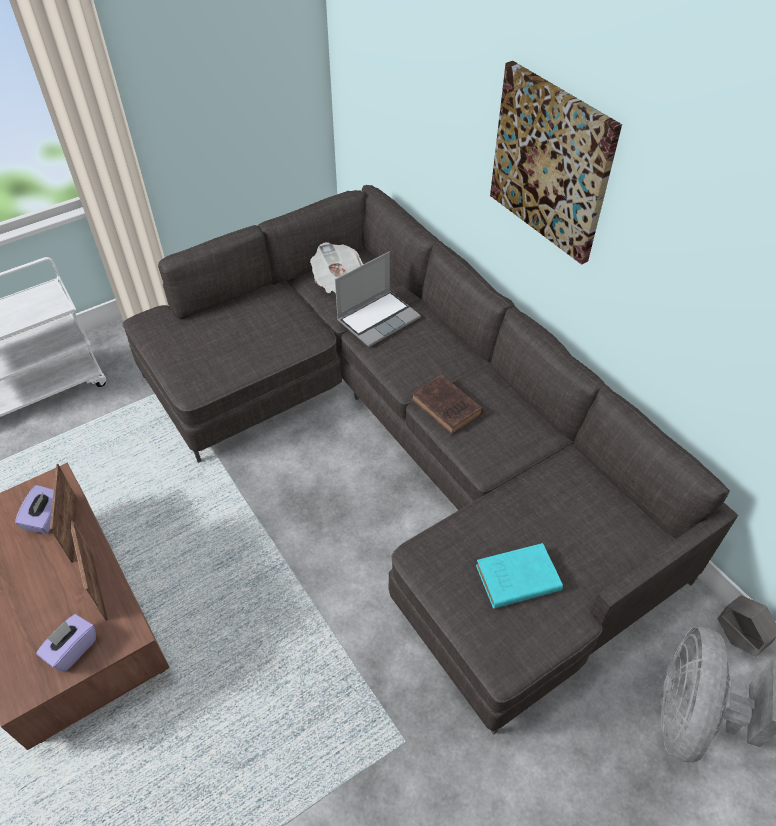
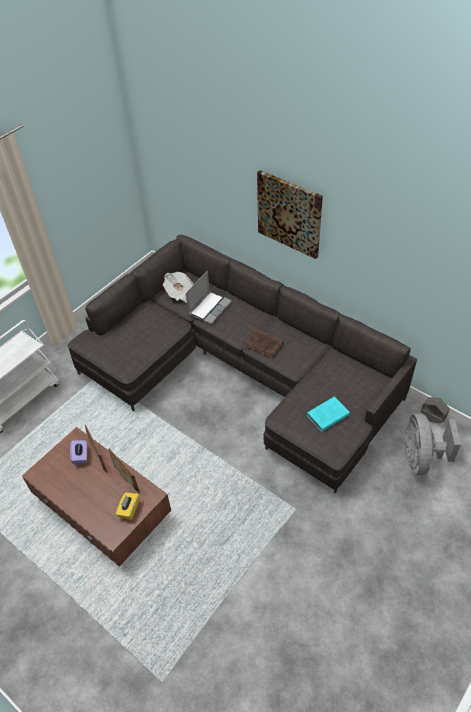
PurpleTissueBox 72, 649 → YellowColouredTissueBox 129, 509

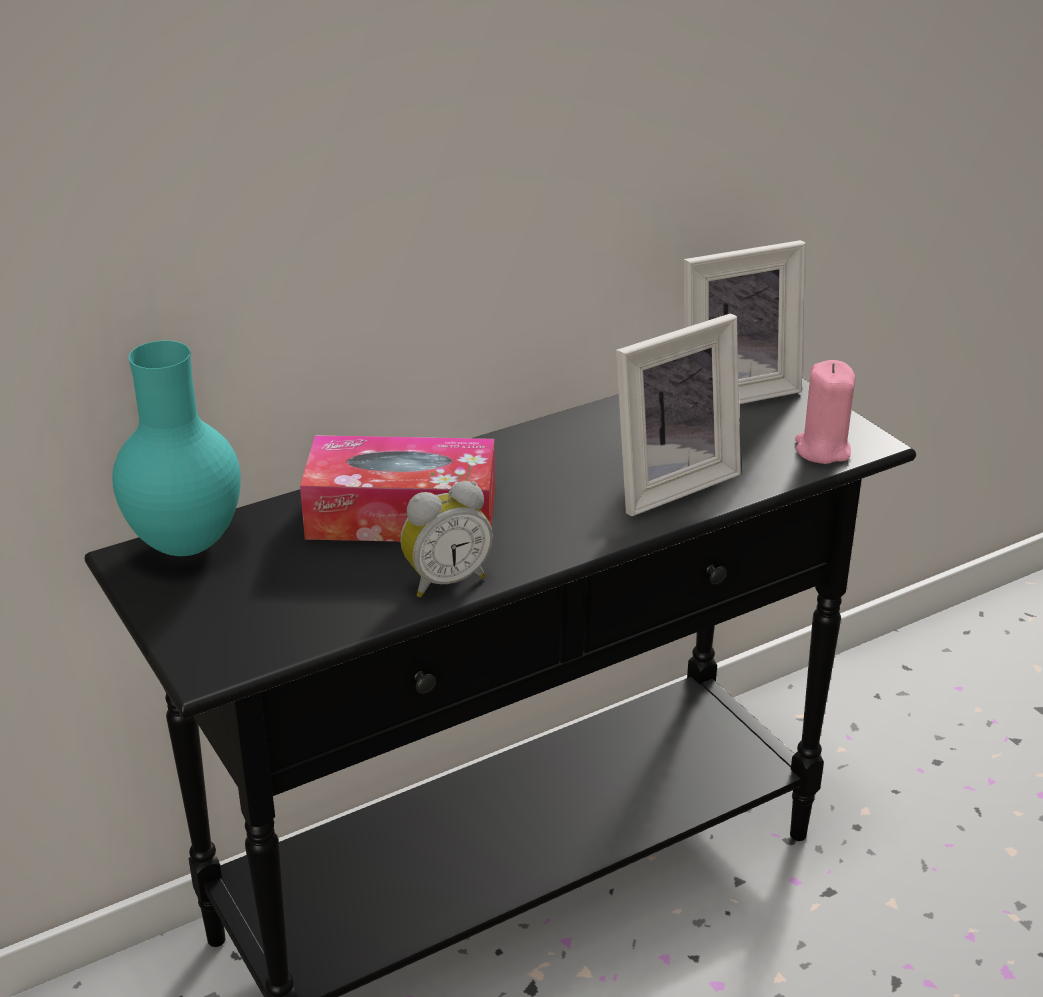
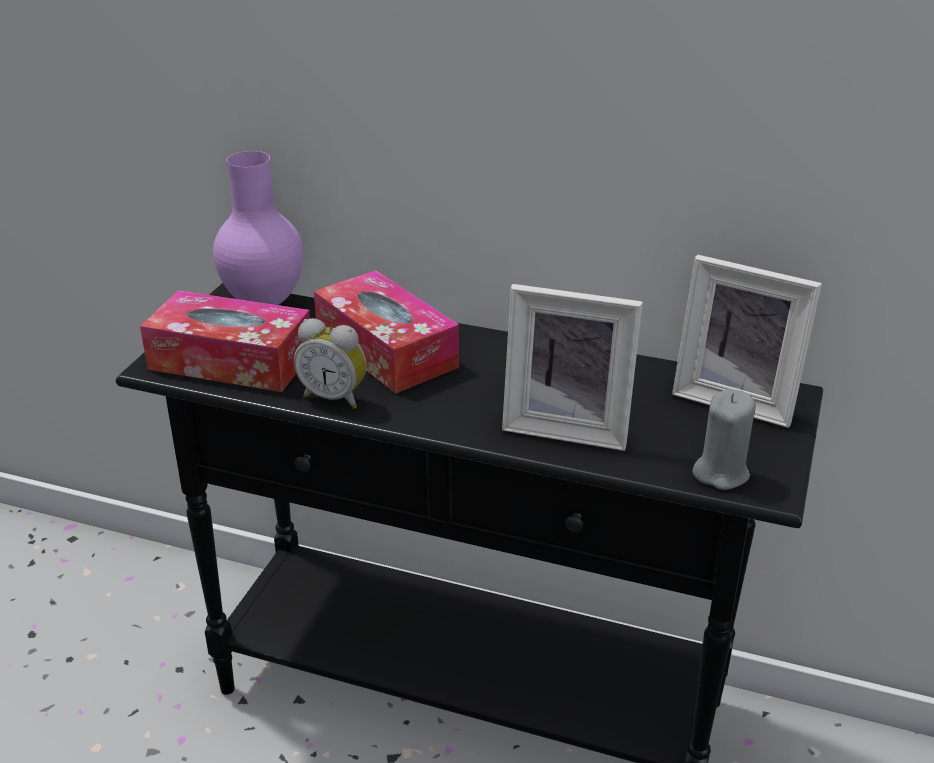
TurquoiseColouredVase 185, 544 → PurpleVase 264, 302
PinkColouredCandle 822, 450 → GreyishCandle 721, 473
- → TissueBox 231, 361

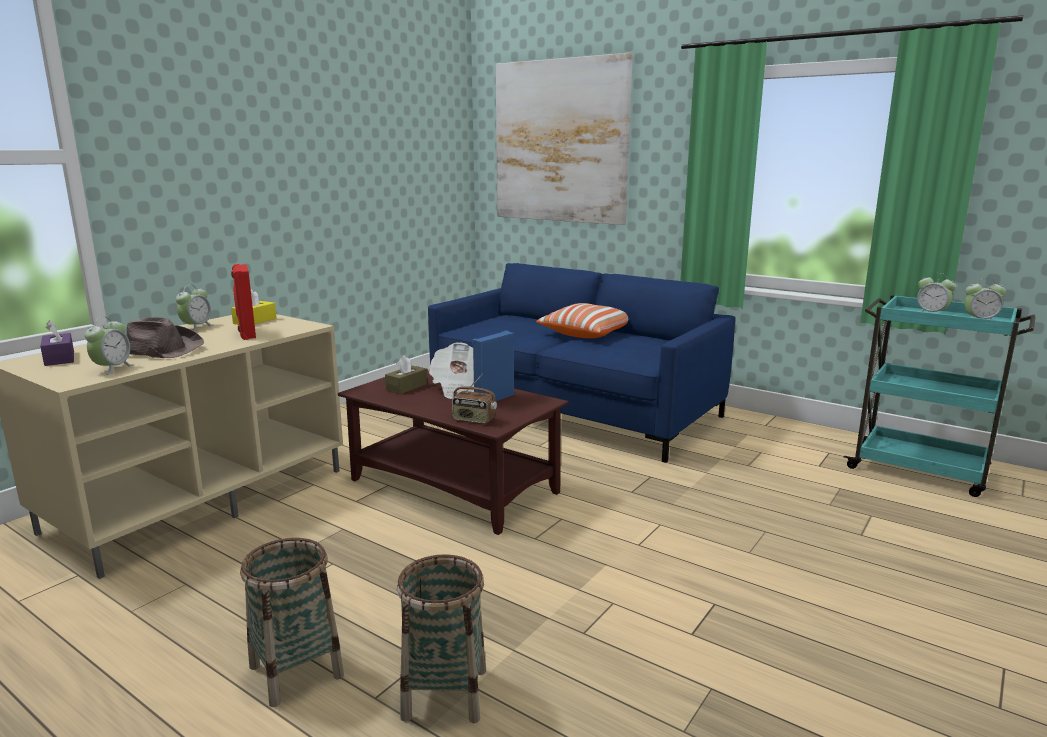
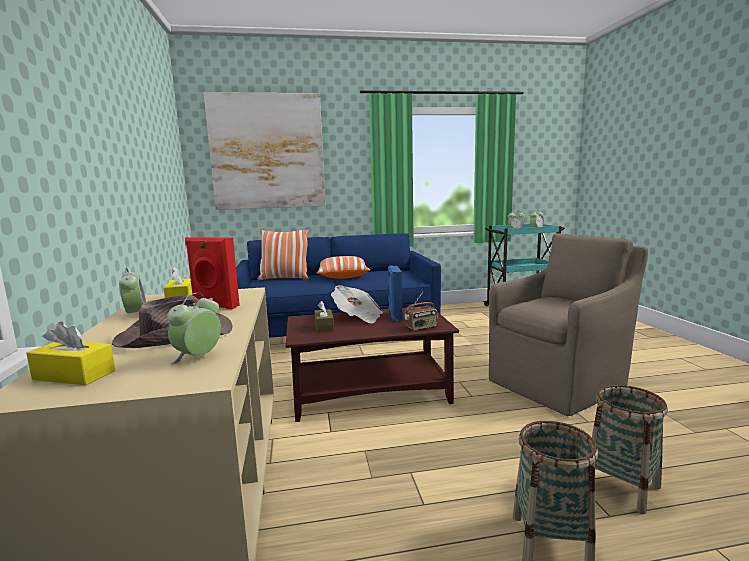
PurpleTissueBox 59, 358 → YellowColouredTissueBox 74, 375
BedsideClock 112, 369 → BedsideClock 198, 357, 120 degrees counterclockwise
- → ThrowPillow 284, 278
- → BrownishArmchair 559, 383

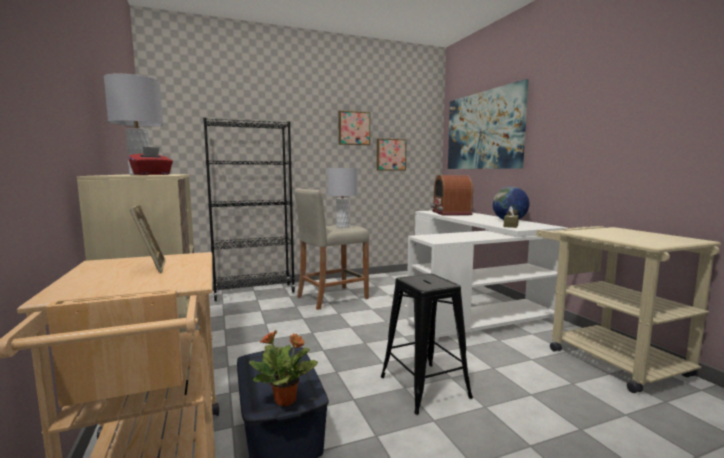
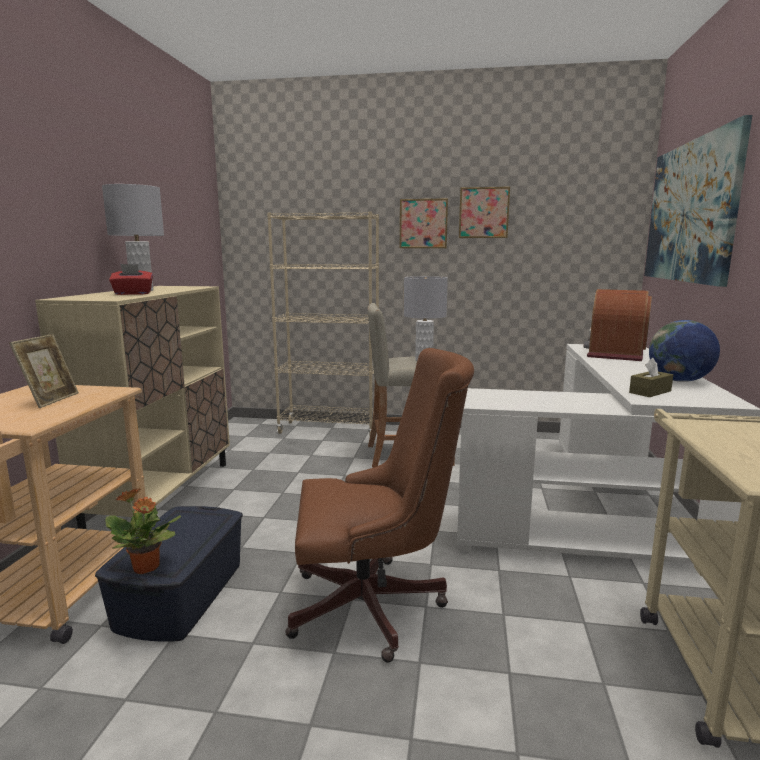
BlackishBookshelf 254, 292 → BeigeBookshelf 329, 430
Picture 390, 154 → Picture 423, 224, relocated
BlackishStoolSeat 424, 387 → BrownishDeskChair 376, 606

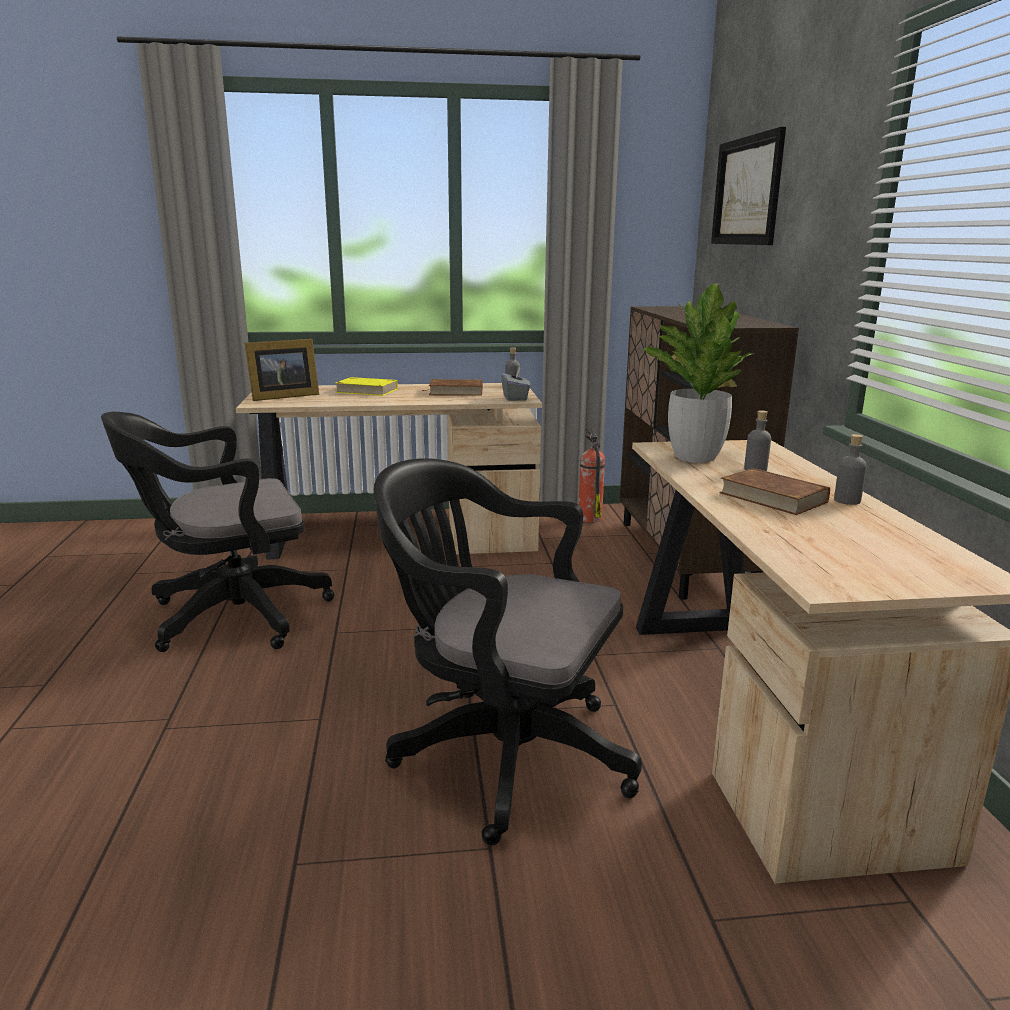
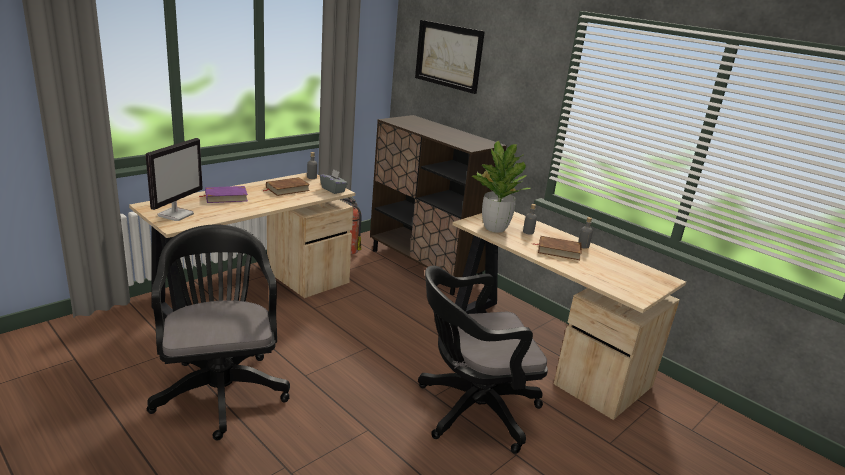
BlackishDeskChair 229, 616 → BlackishDeskChair 221, 389, 135 degrees clockwise
StandingFrame 281, 396 → ComputerDisplay 176, 214
YellowColouredVolume 366, 391 → PurpleVolume 226, 197

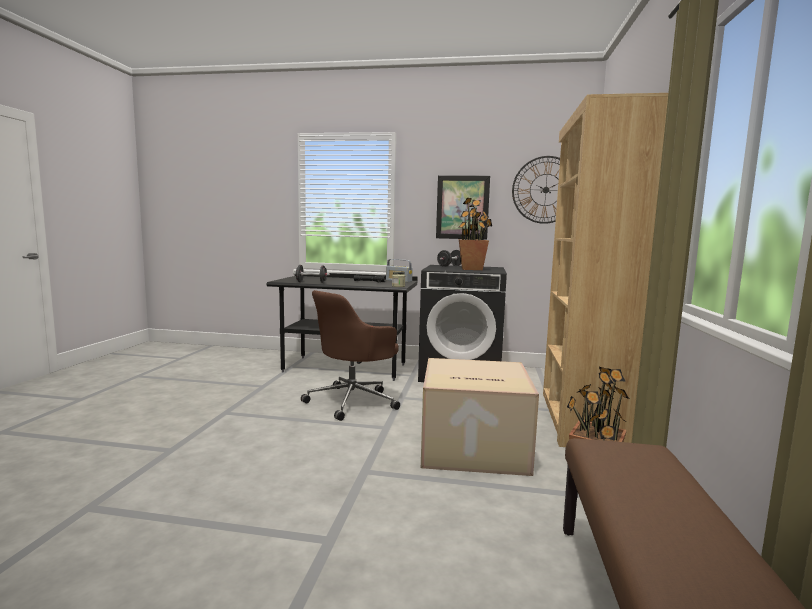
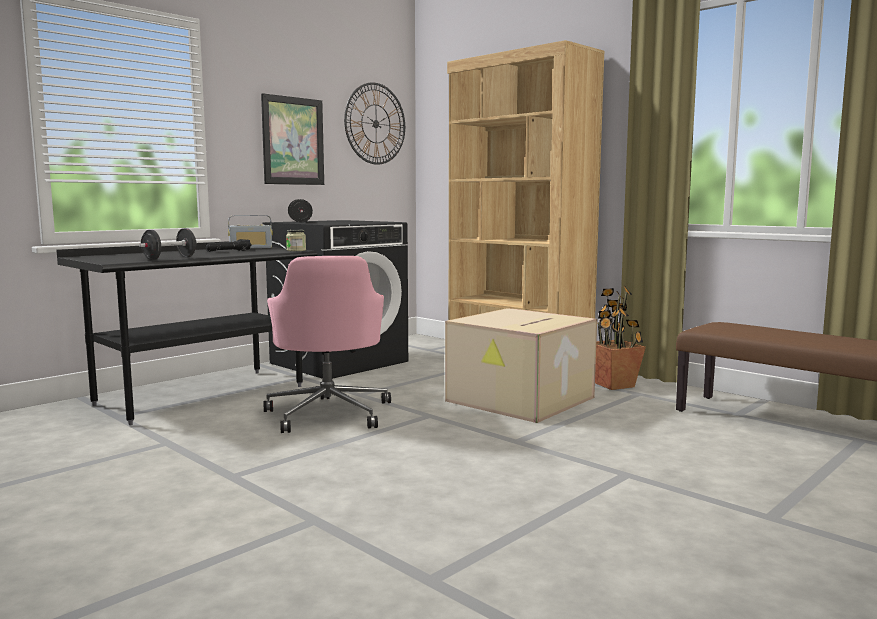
BrownishDeskChair 353, 401 → PinkColouredDeskChair 329, 413
Houseplant 472, 269 → -

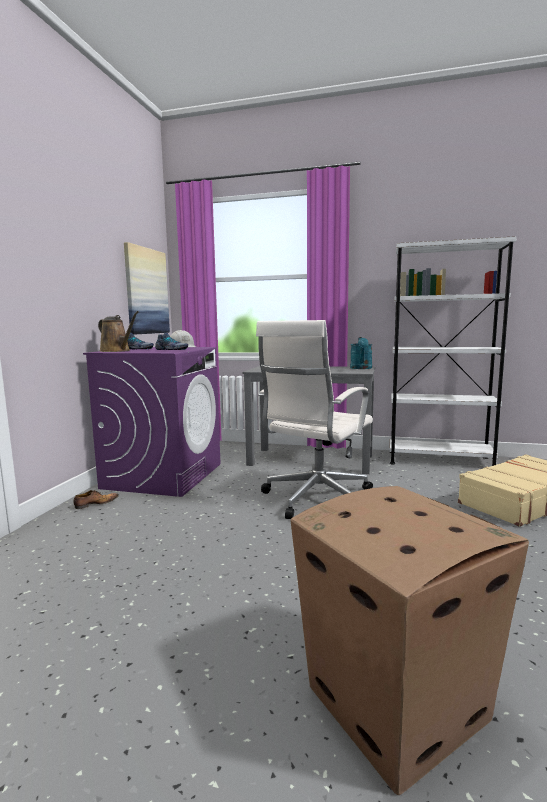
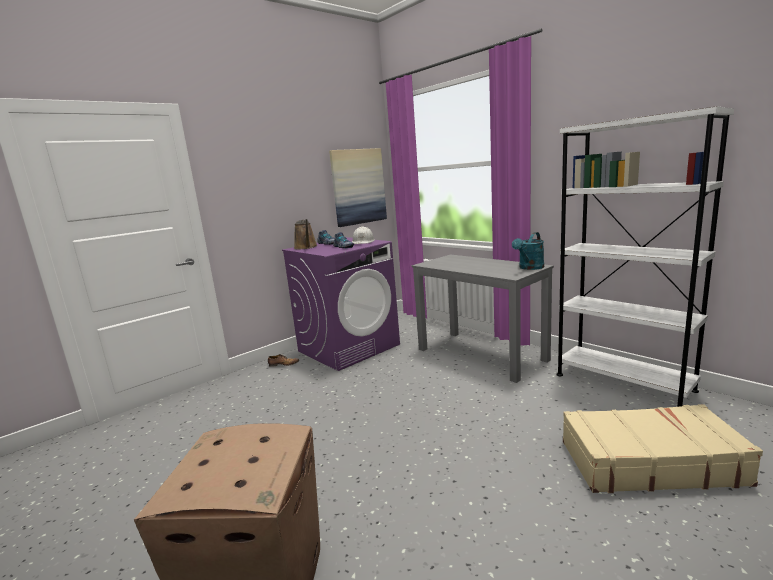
WhiteColouredDeskChair 316, 499 → -

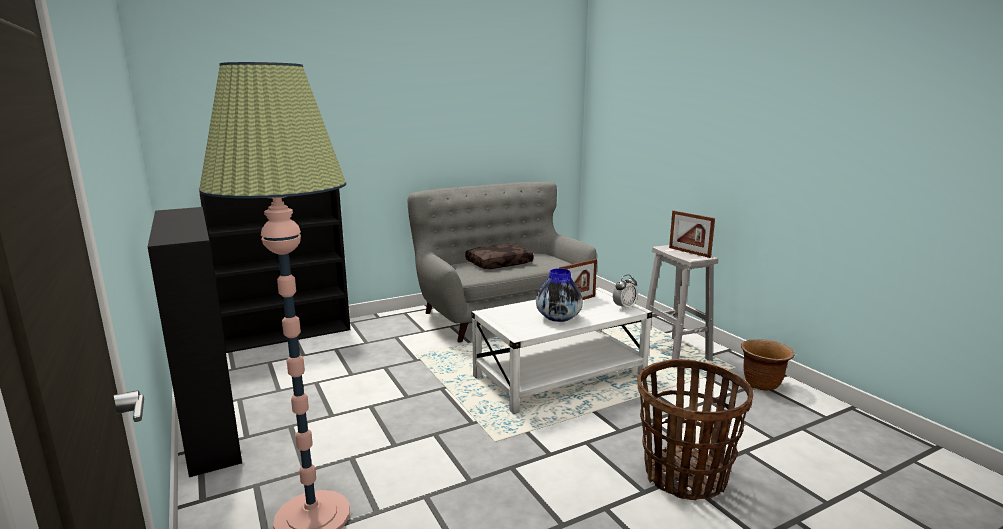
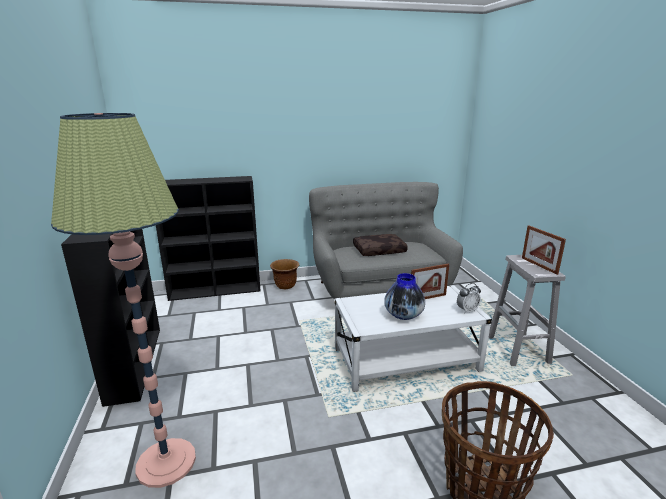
BrownishFlowerPot 762, 384 → BrownishFlowerPot 285, 286, relocated

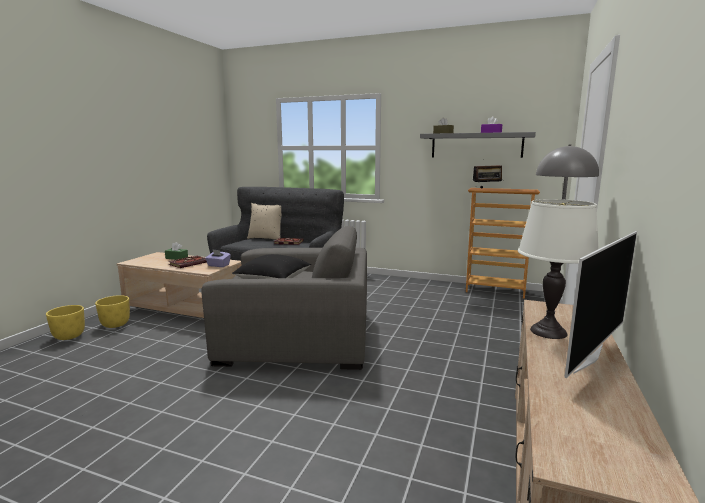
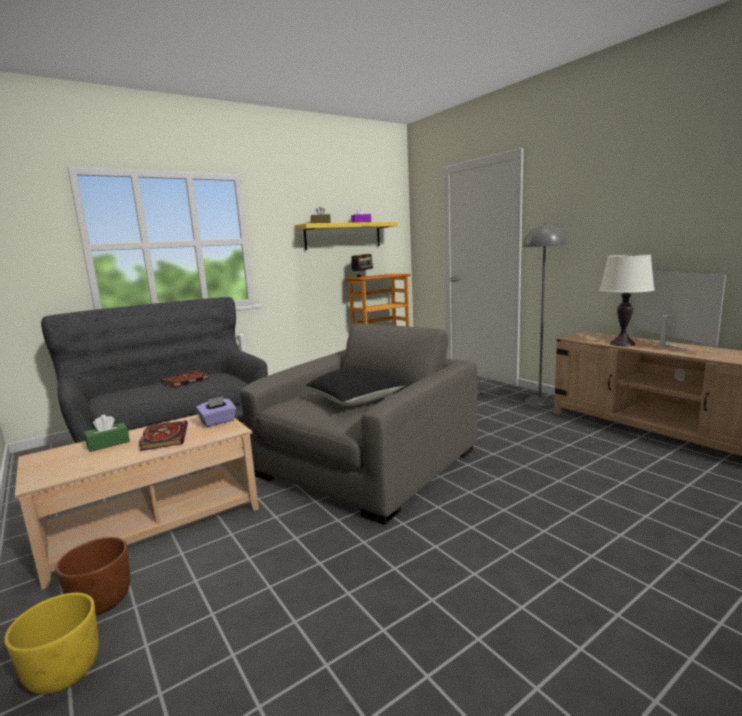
YellowColouredFlowerPot 115, 325 → BrownishFlowerPot 101, 603
BeigeThrowPillow 266, 238 → -
GreyishWallShelf 476, 145 → YellowColouredWallShelf 343, 236

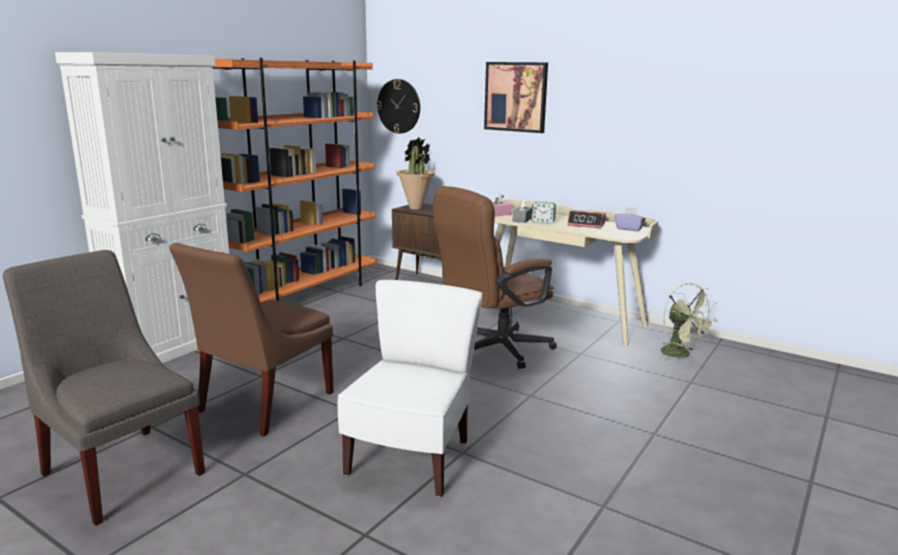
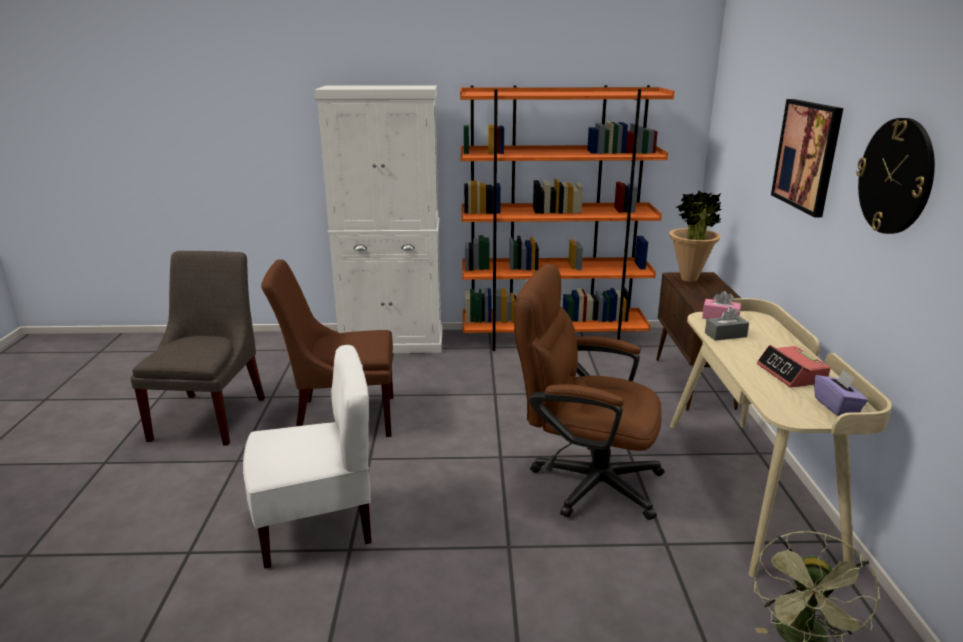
WallClock 399, 106 → WallClock 896, 176, relocated
BedsideClock 543, 222 → -

